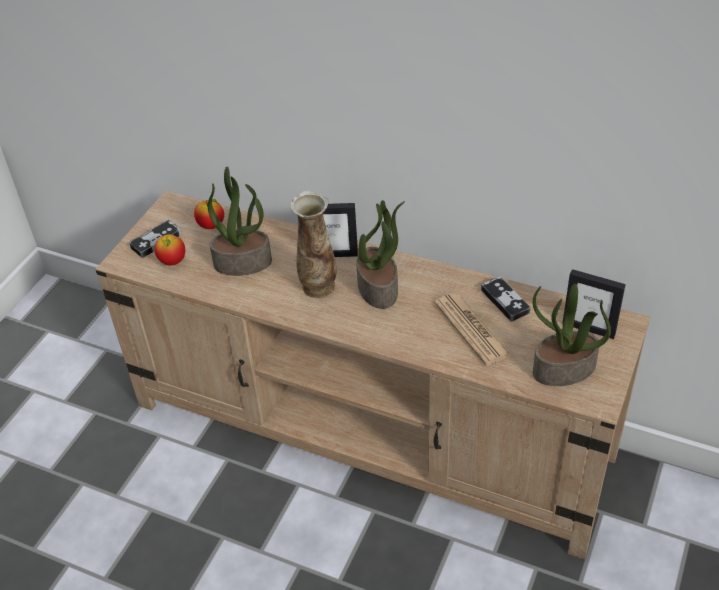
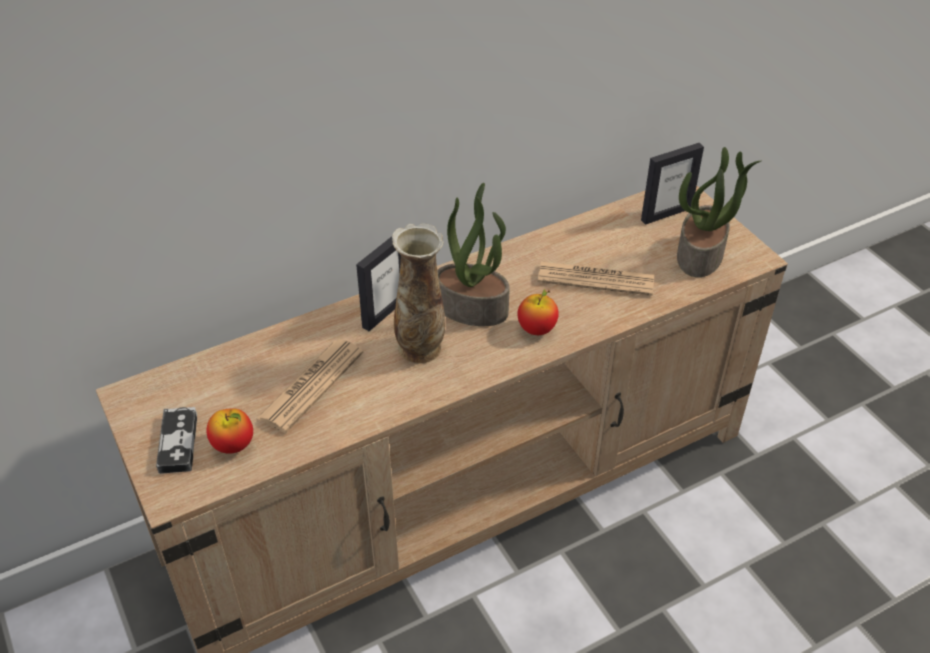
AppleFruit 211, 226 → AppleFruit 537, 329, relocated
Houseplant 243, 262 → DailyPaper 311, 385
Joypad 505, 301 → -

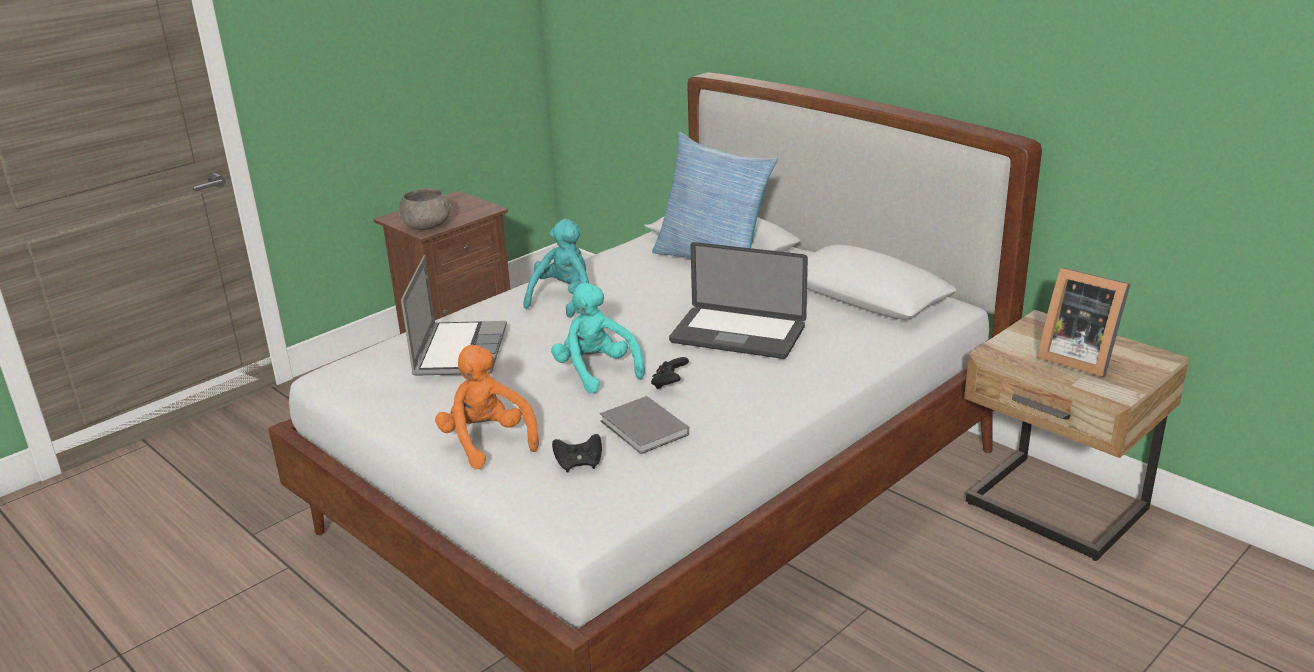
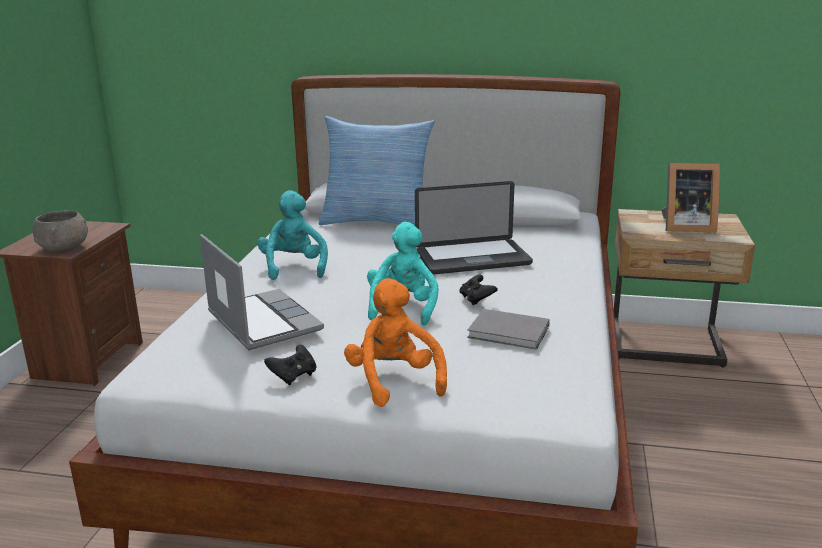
OrangeySoftToy 487, 442 → OrangeySoftToy 394, 381, 45 degrees clockwise
TurquoiseColouredSoftToy 596, 372 → TurquoiseColouredSoftToy 403, 308, 75 degrees clockwise
BlackishJoypad 579, 464 → BlackishJoypad 293, 376, relocated

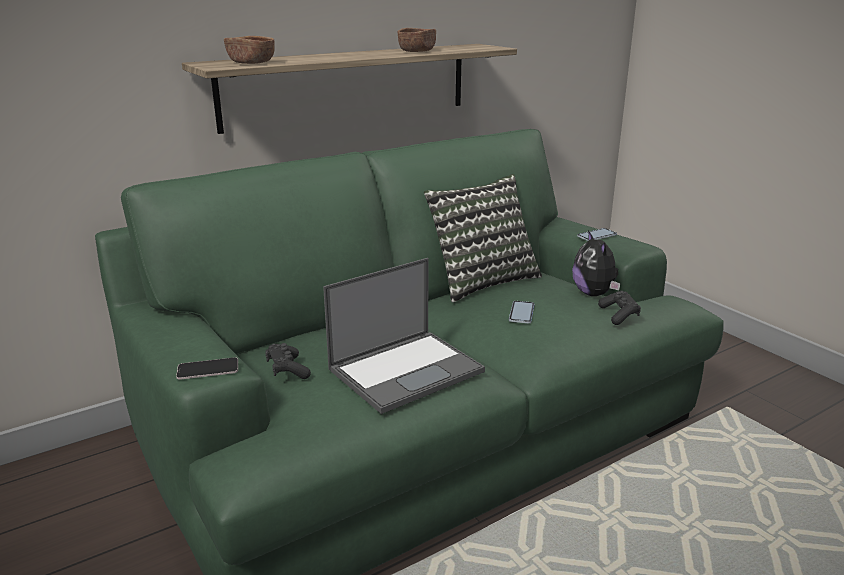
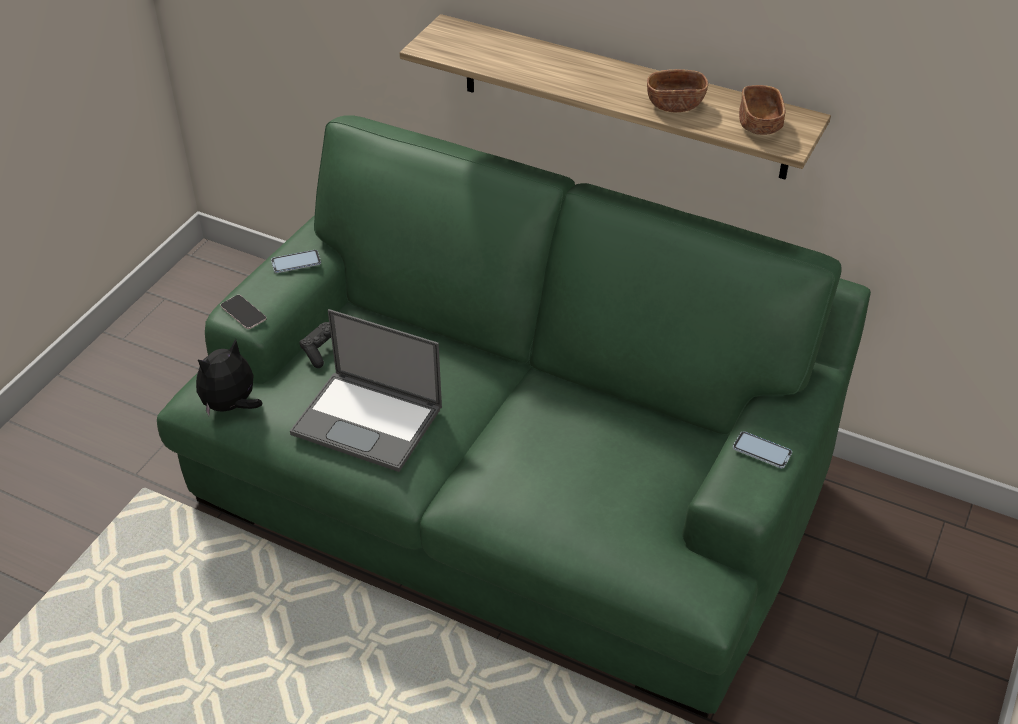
BrownishBowl 251, 63 → BrownishBowl 759, 124, relocated
ThrowPillow 481, 280 → -
Phone 521, 313 → Phone 296, 262, relocated
SoftToy 594, 293 → SoftToy 231, 406, relocated
BlackishJoypad 619, 315 → -

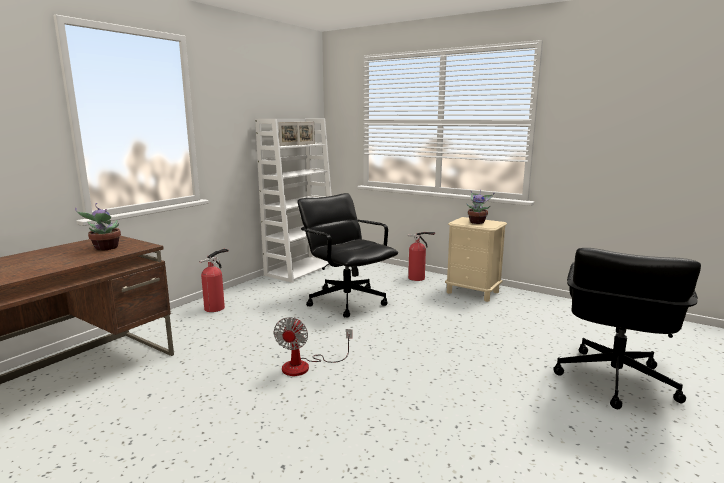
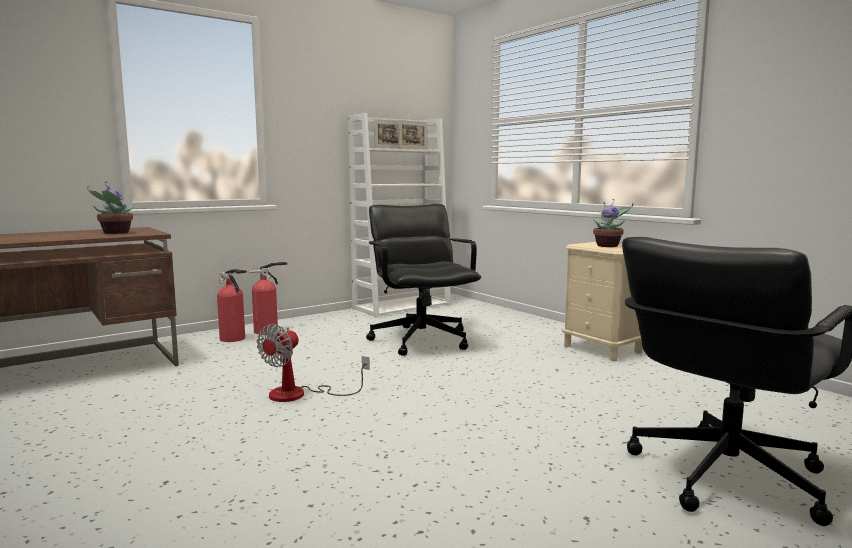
Extinguisher 418, 278 → Extinguisher 234, 339, relocated

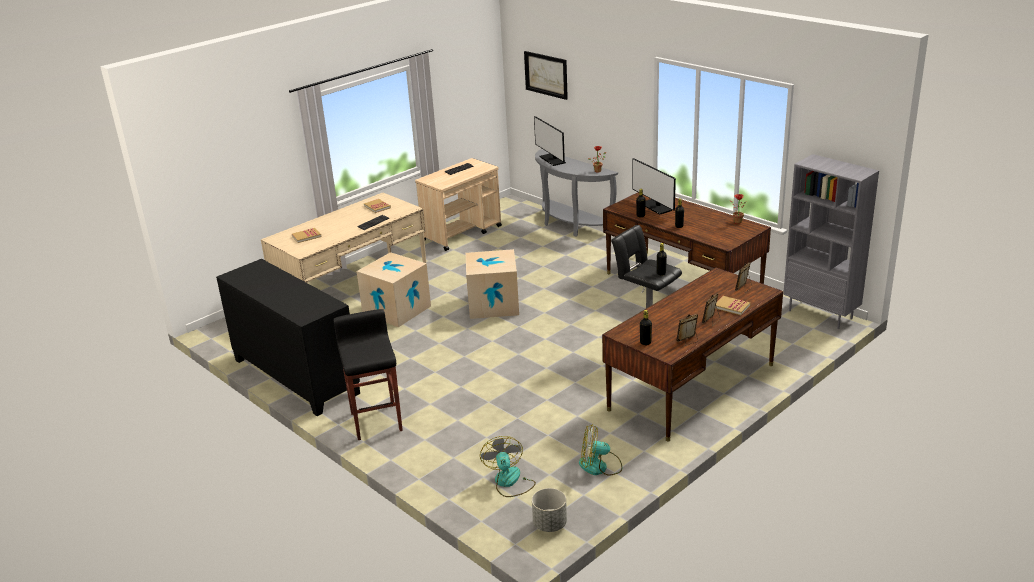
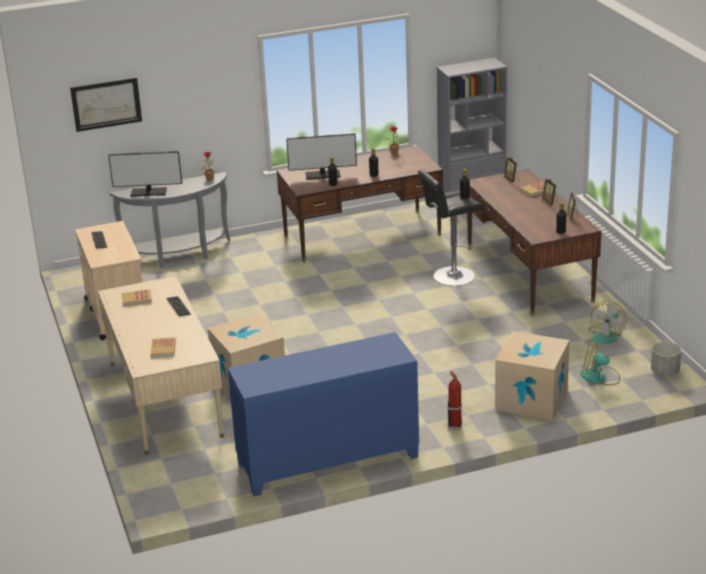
BlackishStorageCabinet 295, 377 → BlueStorageCabinet 328, 461
BlackishStoolSeat 377, 421 → Extinguisher 455, 425
PackingBox 493, 305 → PackingBox 531, 400, relocated

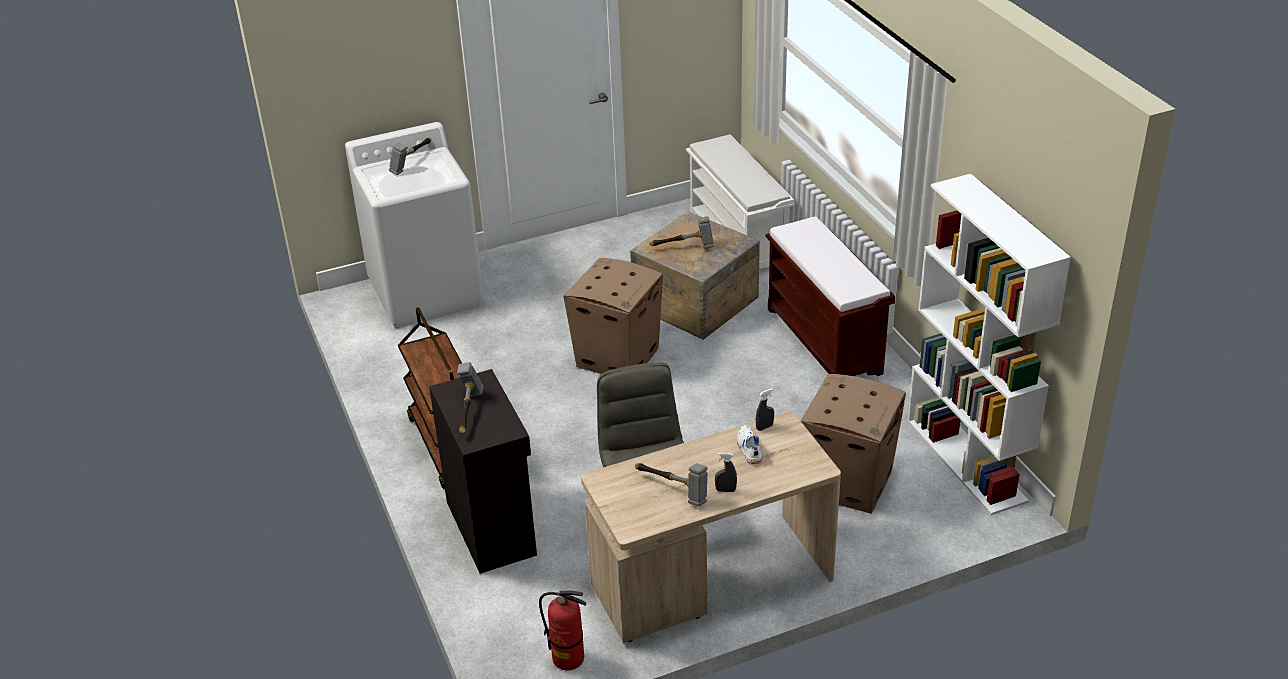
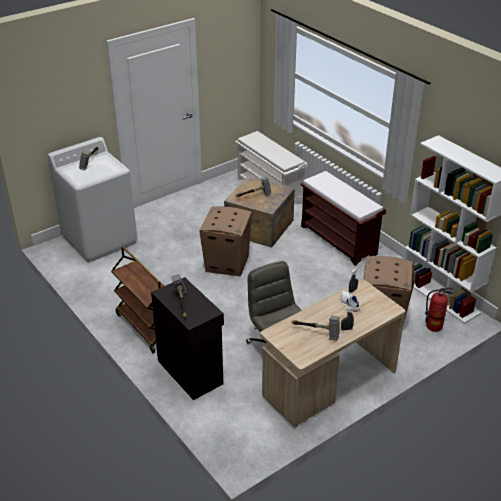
Extinguisher 568, 658 → Extinguisher 434, 326, relocated

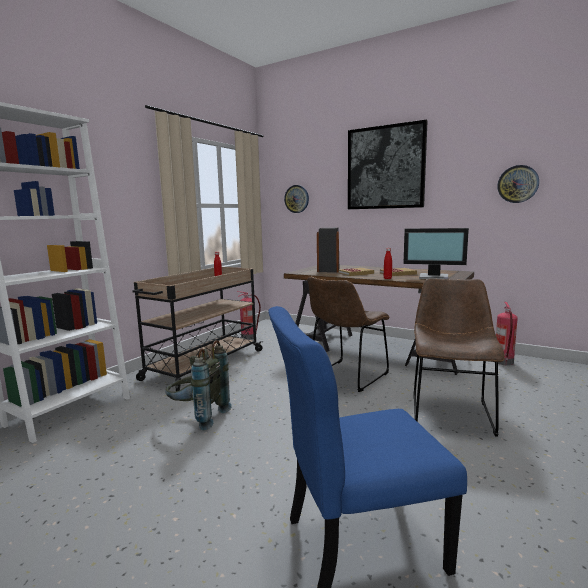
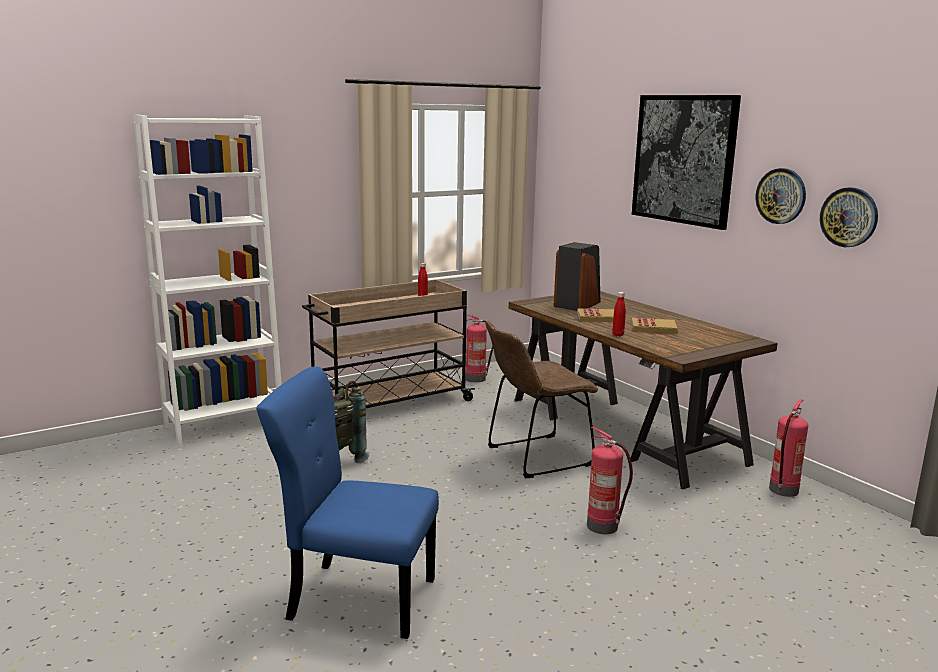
WallClock 296, 199 → WallClock 781, 196, relocated
ComputerDisplay 434, 277 → -
BrownishPlainChair 450, 411 → Extinguisher 604, 526

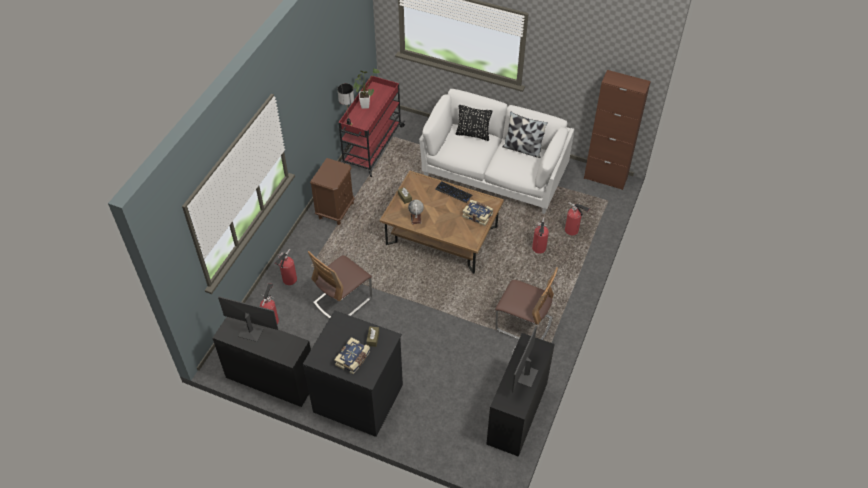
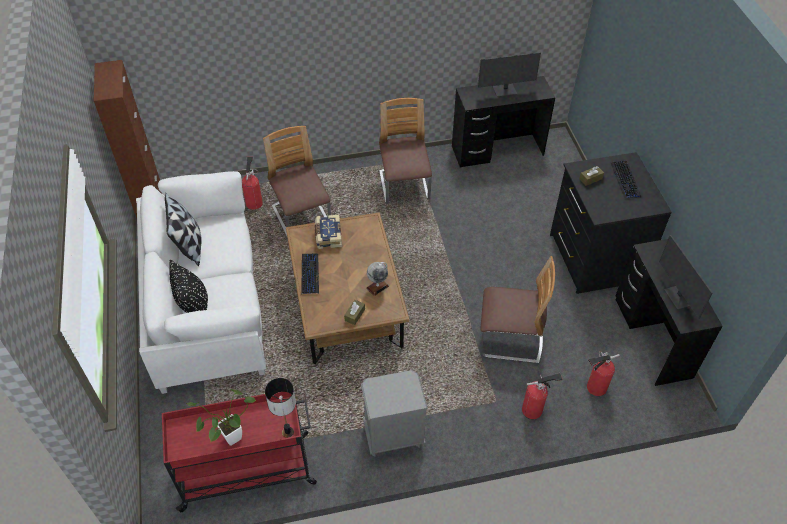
BrownishNightstand 336, 210 → GreyishNightstand 393, 435
Volume 353, 359 → ComputerKeyboard 625, 180
Extinguisher 538, 249 → PlainChair 301, 216

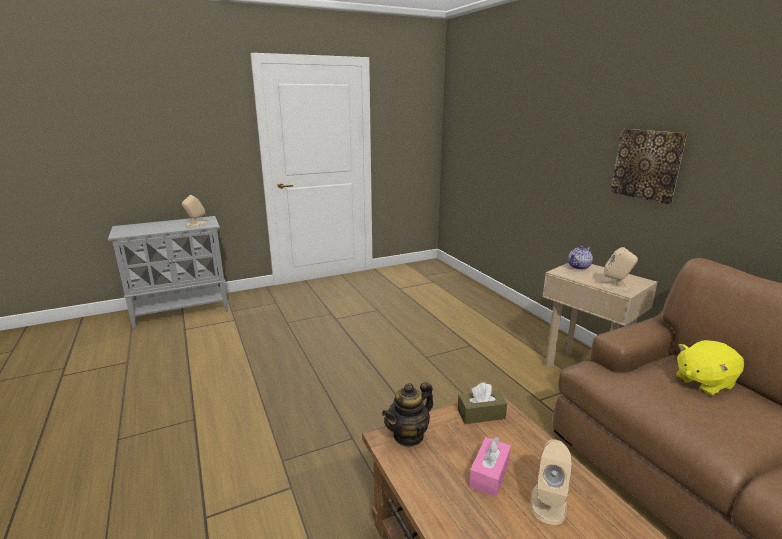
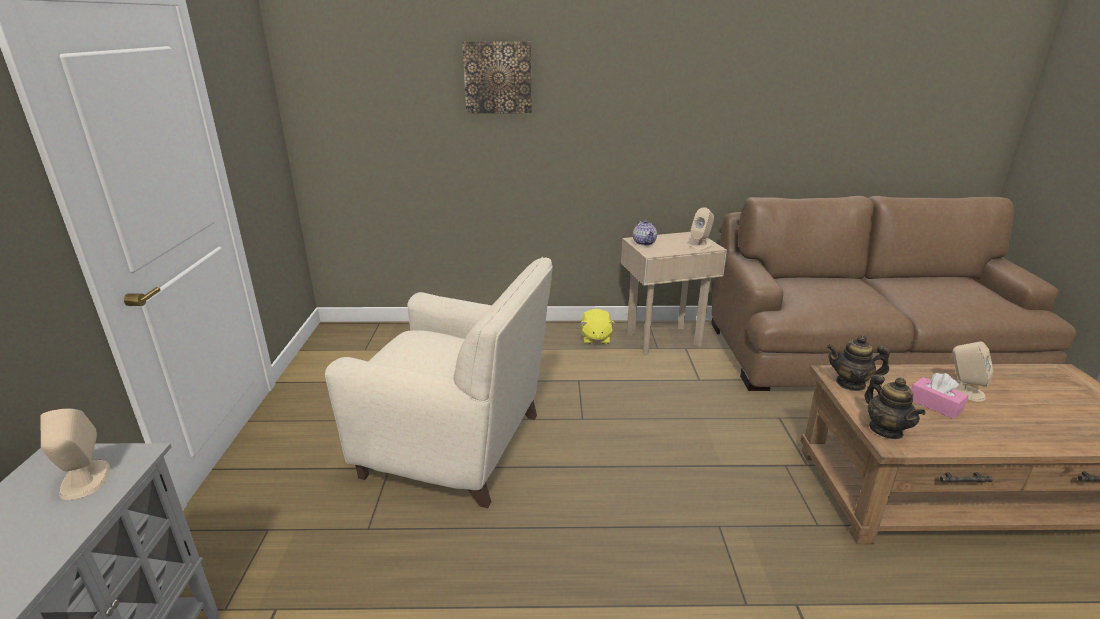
BrownishTissueBox 481, 414 → PotForTea 851, 383
Picture 647, 164 → Picture 498, 77, relocated
YellowColouredSoftToy 703, 382 → YellowColouredSoftToy 595, 338, relocated
- → BeigeArmchair 458, 446

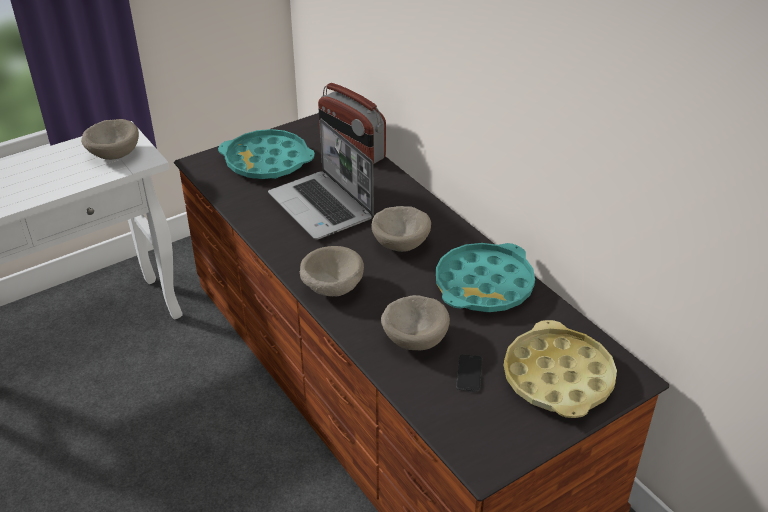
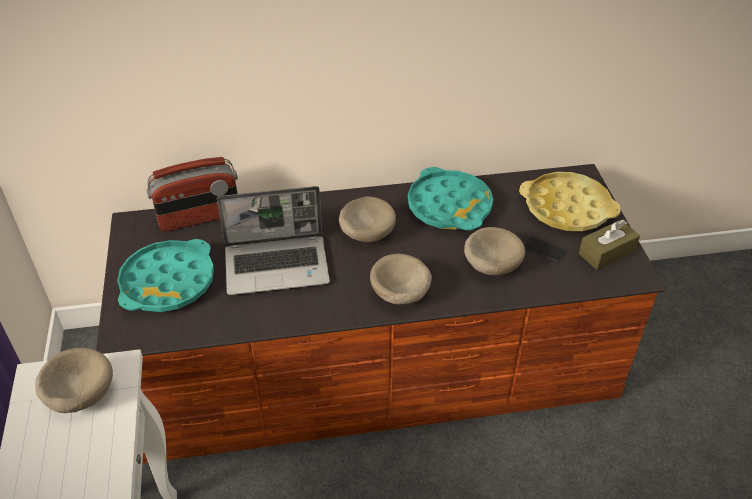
- → BrownishTissueBox 606, 252

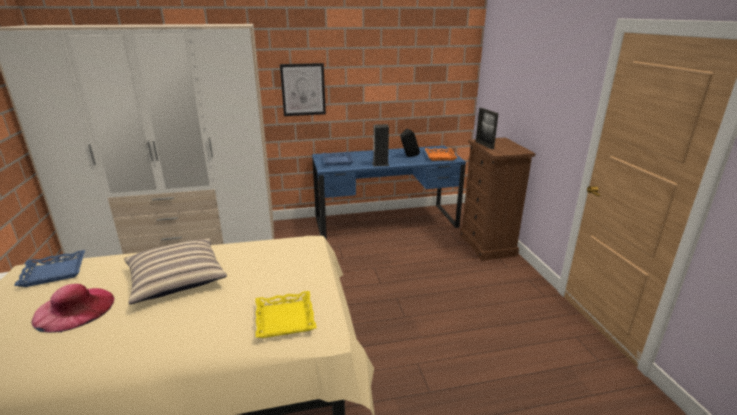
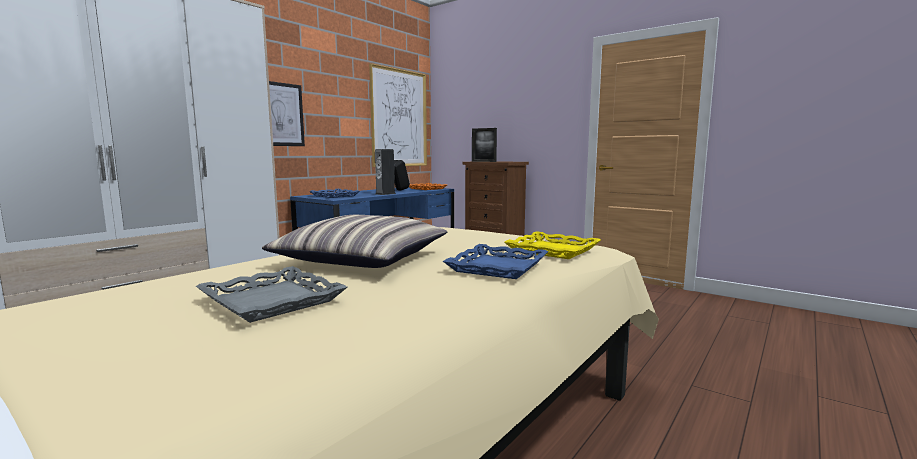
BlueServingTray 54, 272 → BlueServingTray 497, 267, relocated
PinkColouredHat 74, 309 → GreyishServingTray 273, 301
- → Picture 399, 118

